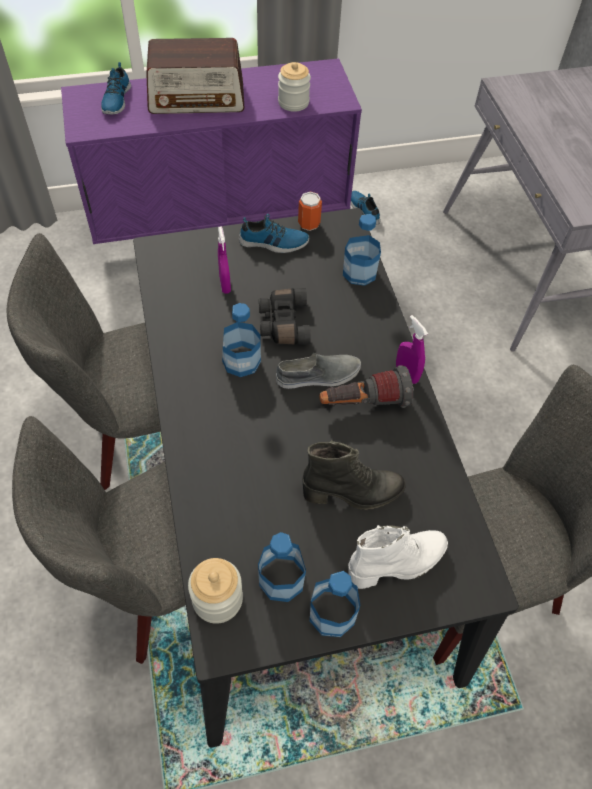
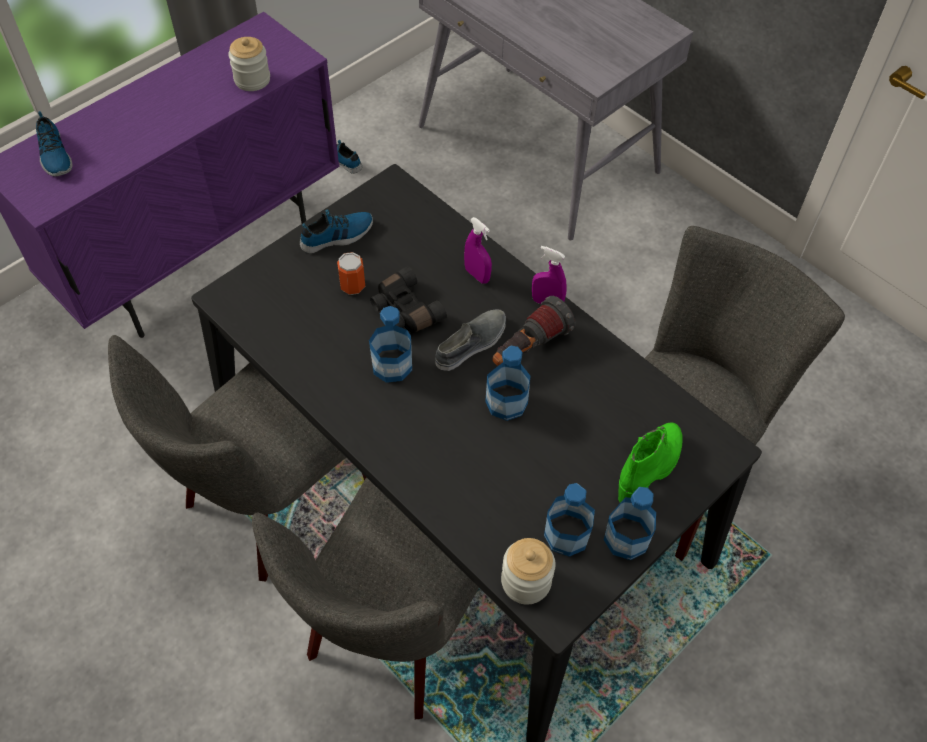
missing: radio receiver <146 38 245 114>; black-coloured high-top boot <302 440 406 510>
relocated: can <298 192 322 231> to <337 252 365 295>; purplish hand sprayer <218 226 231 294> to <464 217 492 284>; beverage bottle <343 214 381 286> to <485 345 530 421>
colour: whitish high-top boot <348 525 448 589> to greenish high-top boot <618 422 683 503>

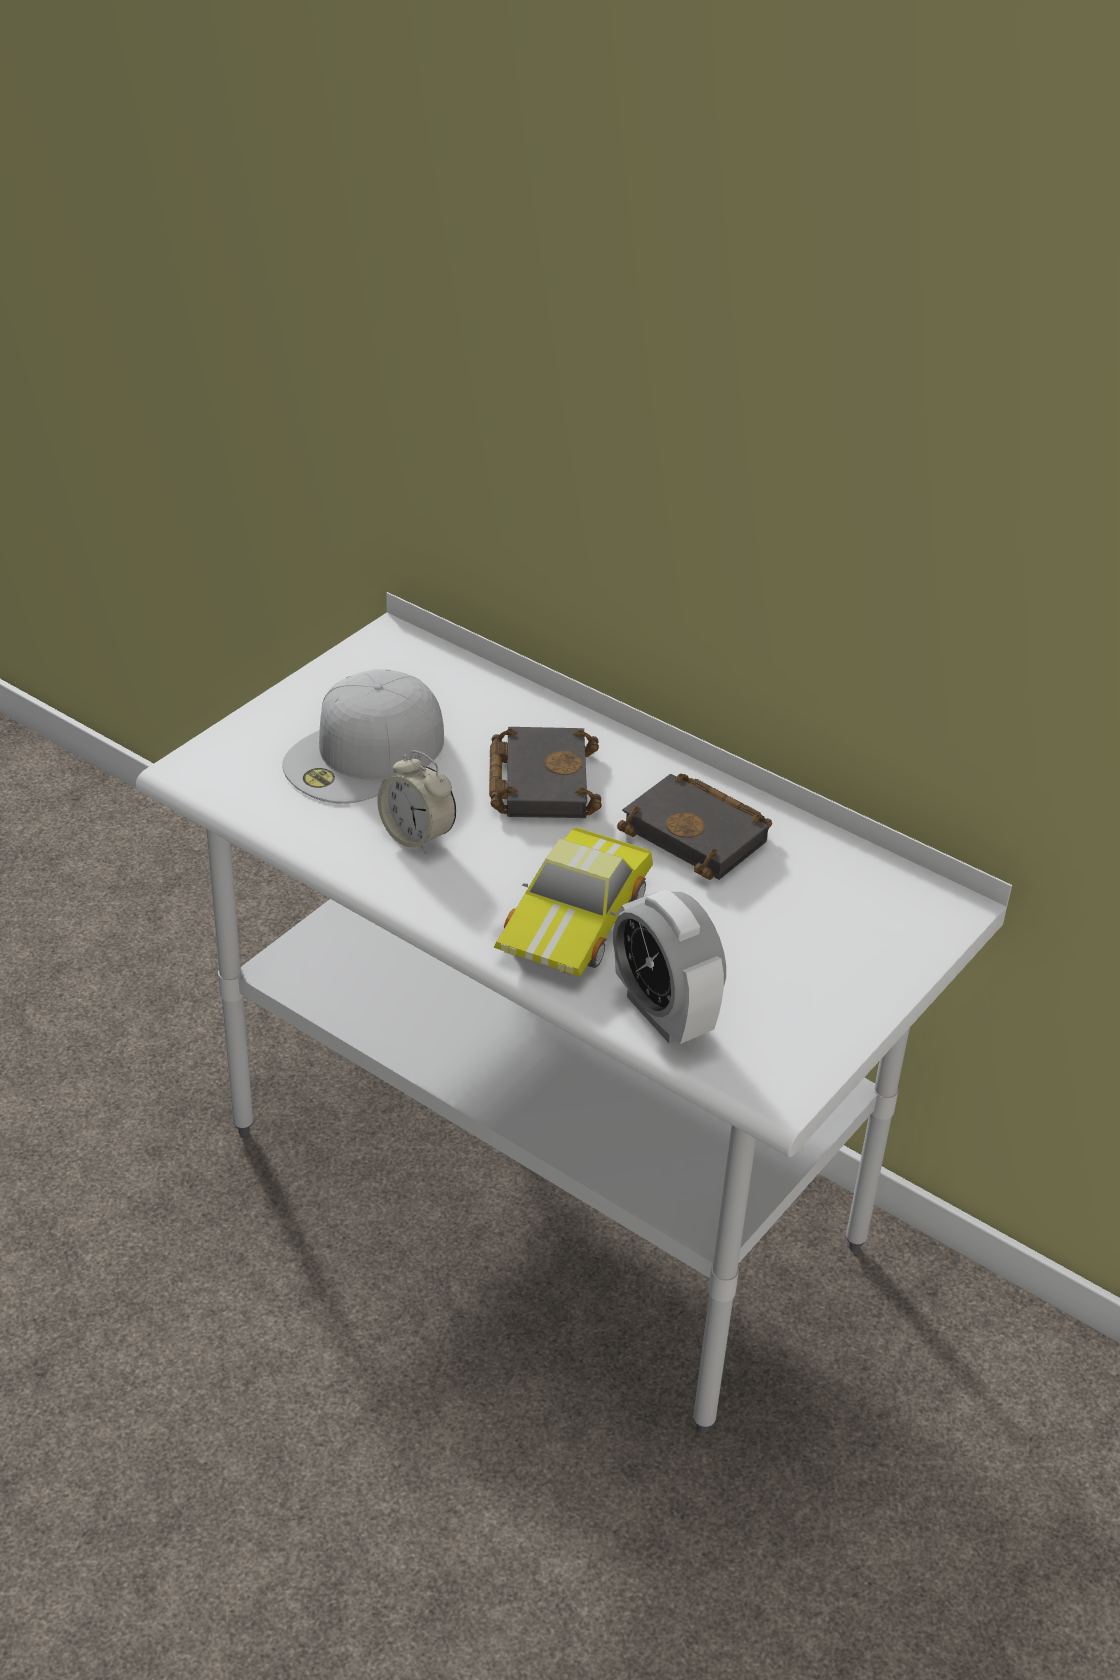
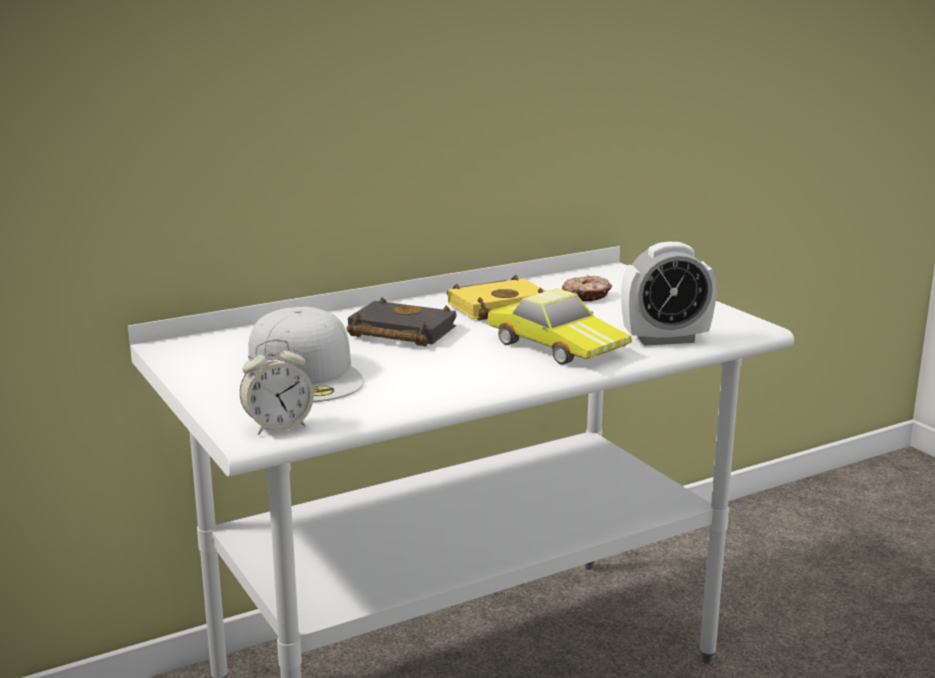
appeared: donut <562 275 612 301>
relocated: bedside clock <377 750 456 854> to <240 339 314 435>
colour: black-coloured volume <617 773 772 880> to yellowish volume <447 275 546 321>

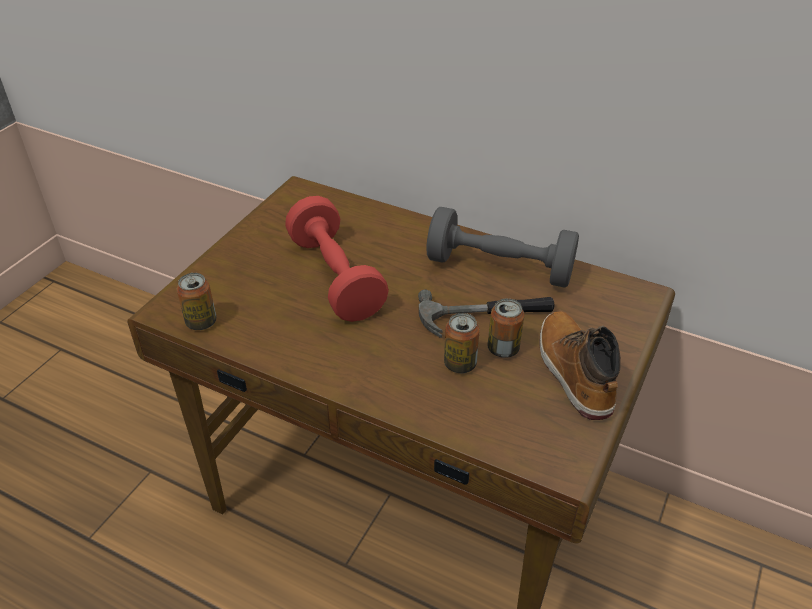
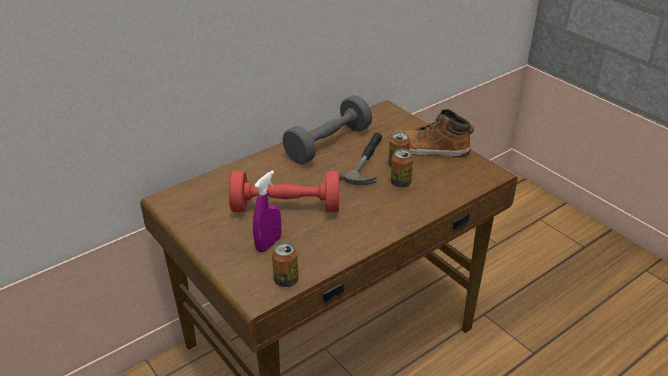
appeared: purplish hand sprayer <253 170 281 253>

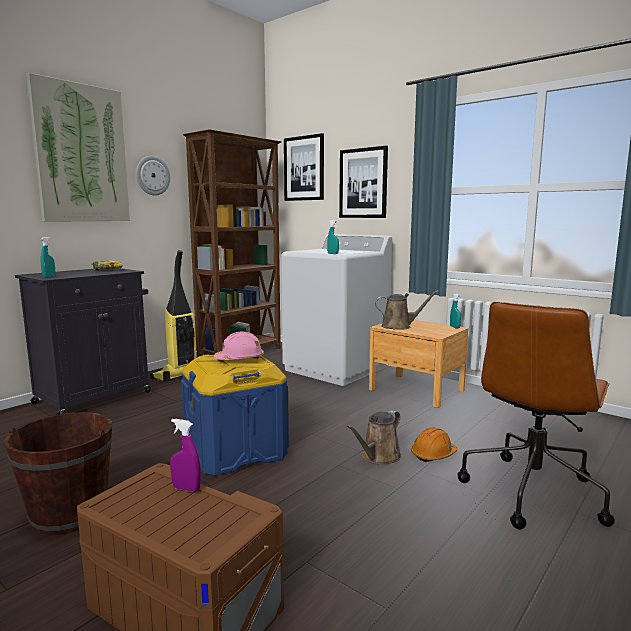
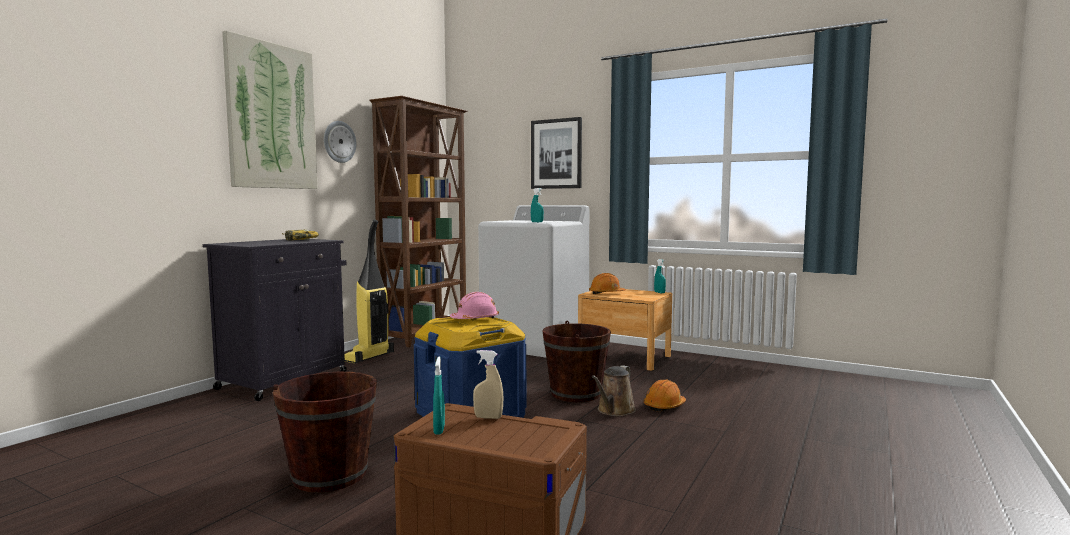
missing: picture <284 133 324 201>; brownish office chair <458 302 615 530>
appeared: brownish water bucket <543 321 611 402>
relocated: blue-green hand sprayer <41 237 55 278> to <433 356 445 435>
exchanged: brownish watering can <375 290 439 330> to orangey work helmet <589 273 626 294>
colour: purplish hand sprayer <170 419 201 492> to sand-coloured hand sprayer <473 350 503 419>

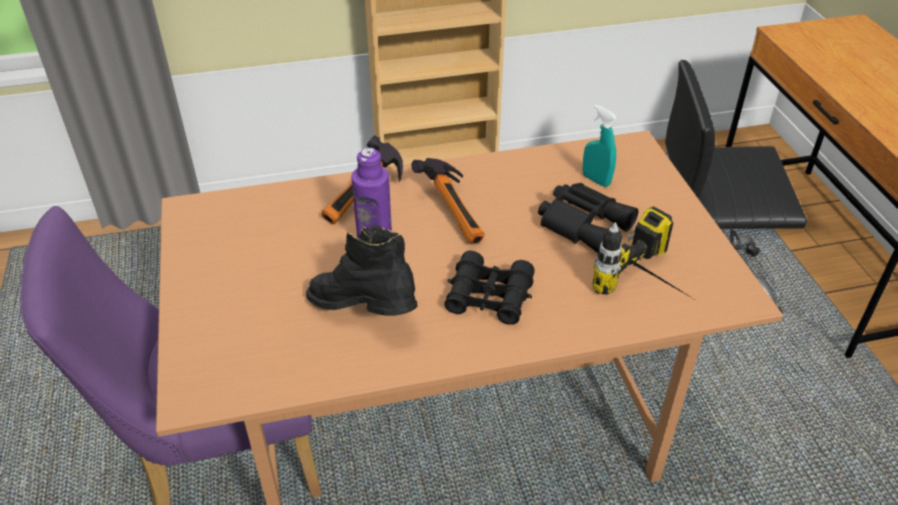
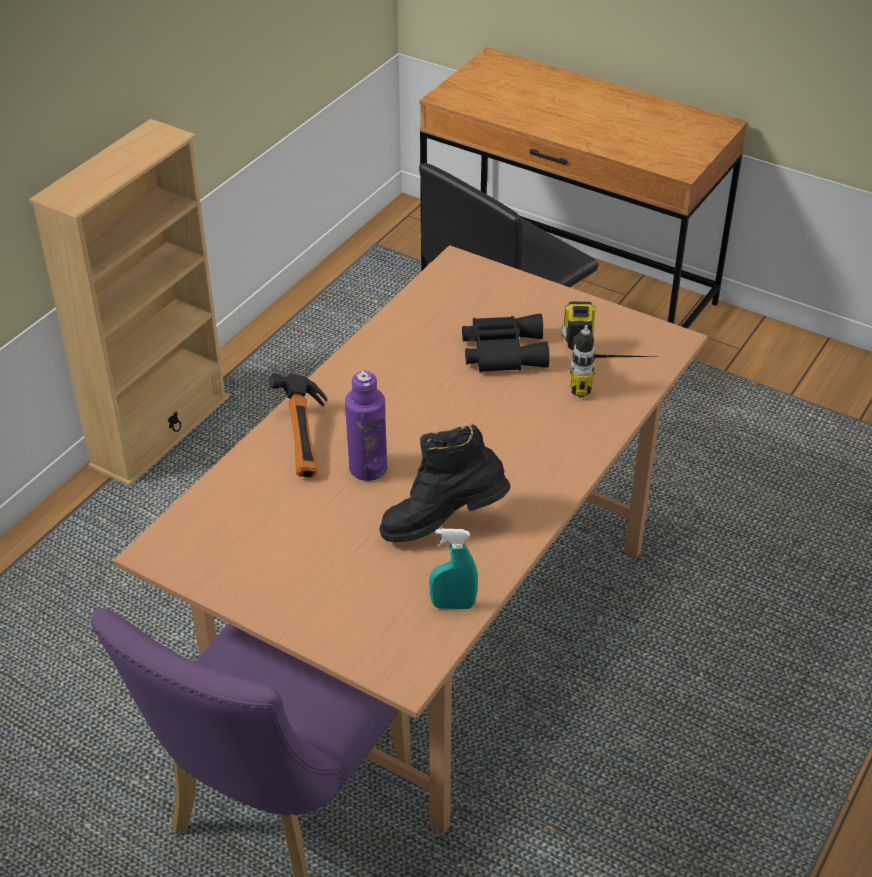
missing: hand hammer <411 158 485 243>; black-coloured binoculars <444 251 534 325>
relocated: blue-green hand sprayer <583 105 617 187> to <429 529 478 609>

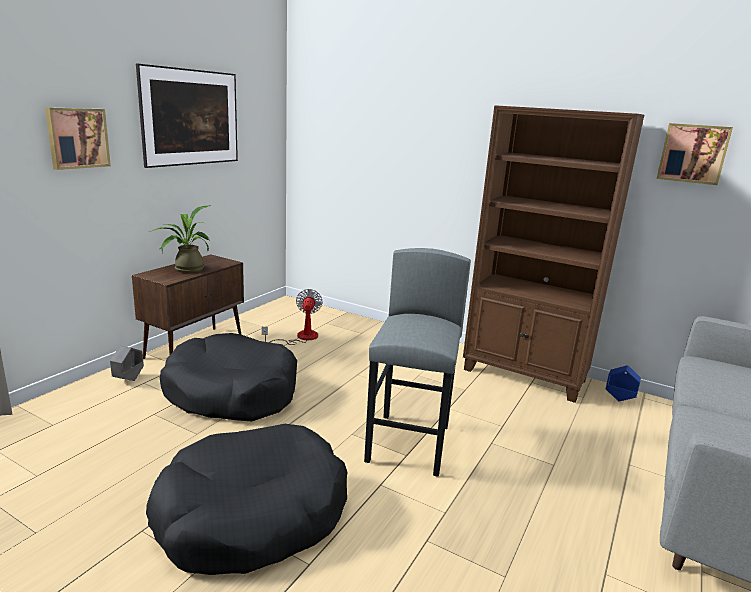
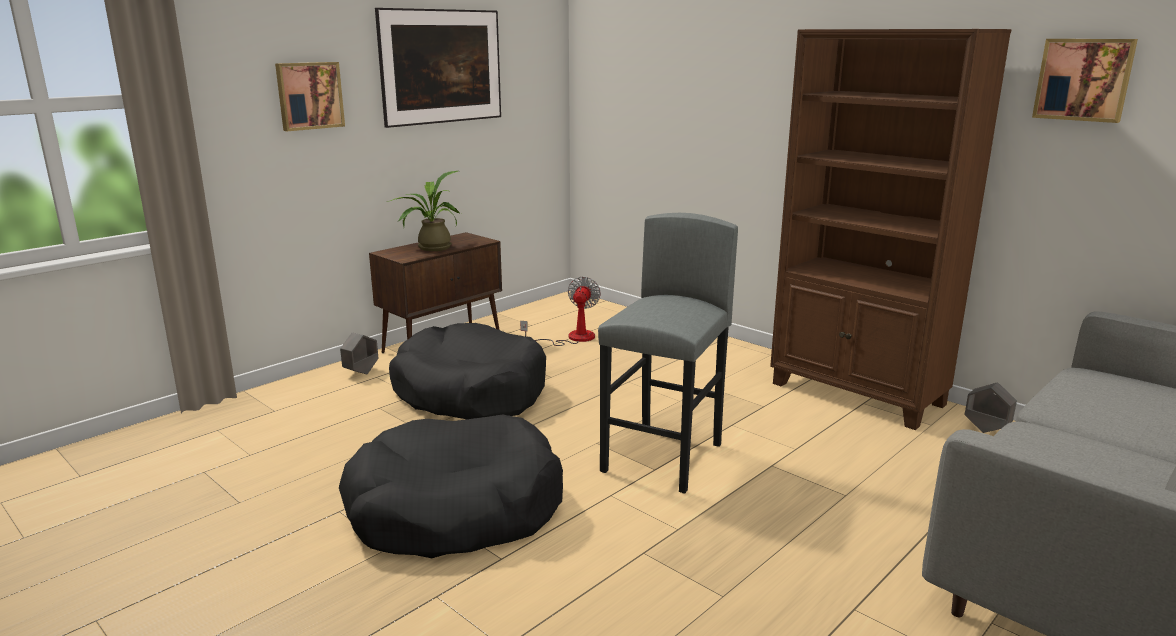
colour: blue plant pot <606 365 641 401> to greyish plant pot <965 382 1017 433>

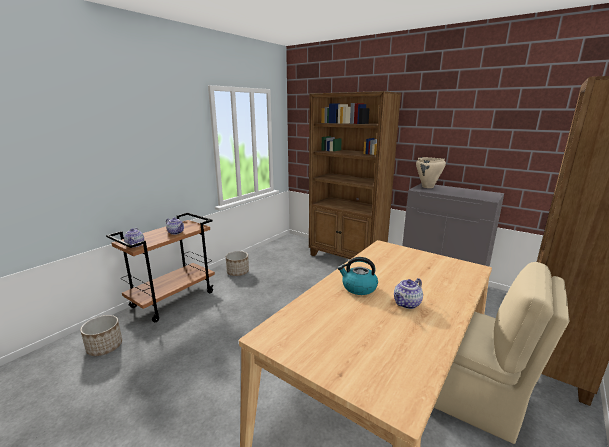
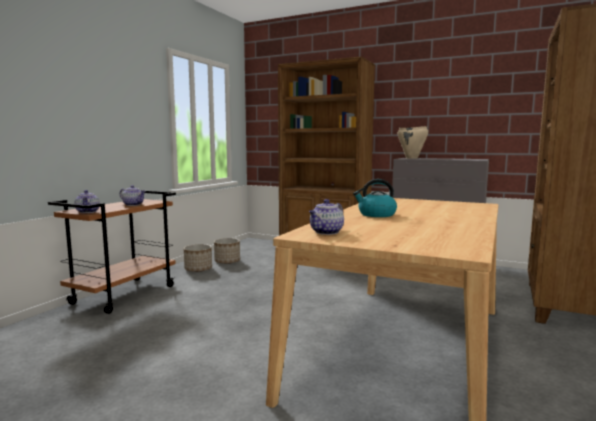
missing: sand-coloured upright chair <434 262 570 444>
relocated: plant pot <80 315 122 356> to <214 238 240 264>; tea pot <394 278 423 309> to <309 199 344 235>

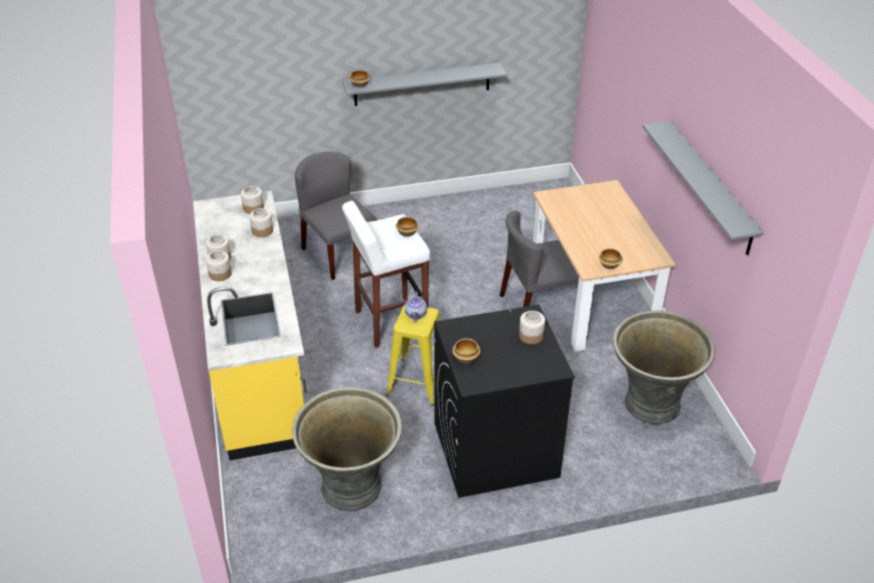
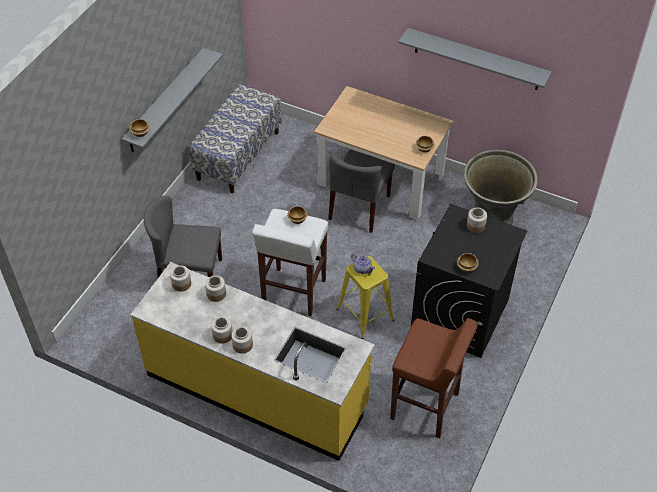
appeared: bench <188 84 282 193>
exchanged: greyish plant pot <292 387 402 511> to brownish sitting stool <390 318 478 438>

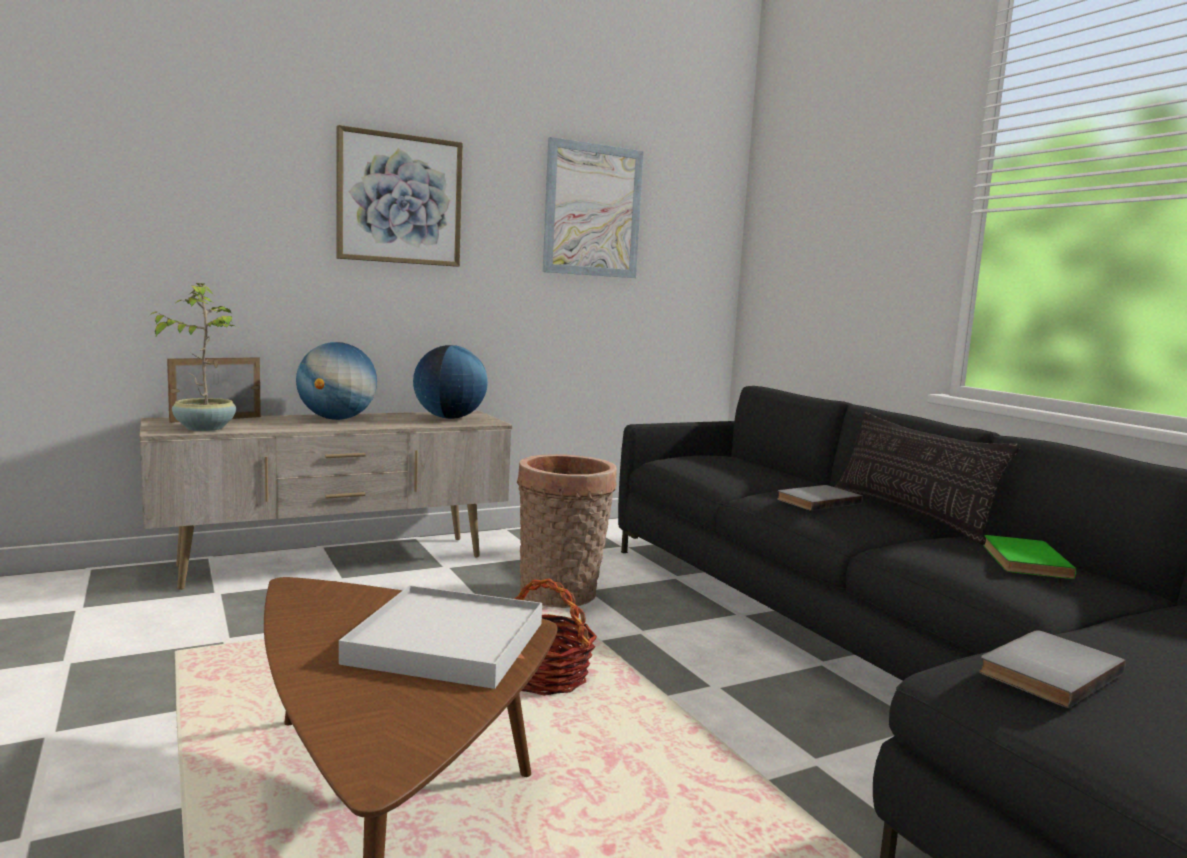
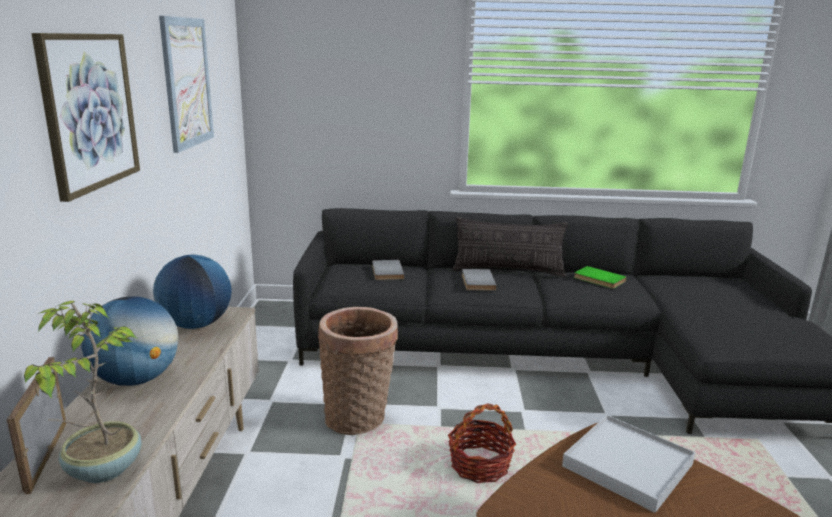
relocated: greyish volume <979 630 1126 708> to <372 260 404 280>

